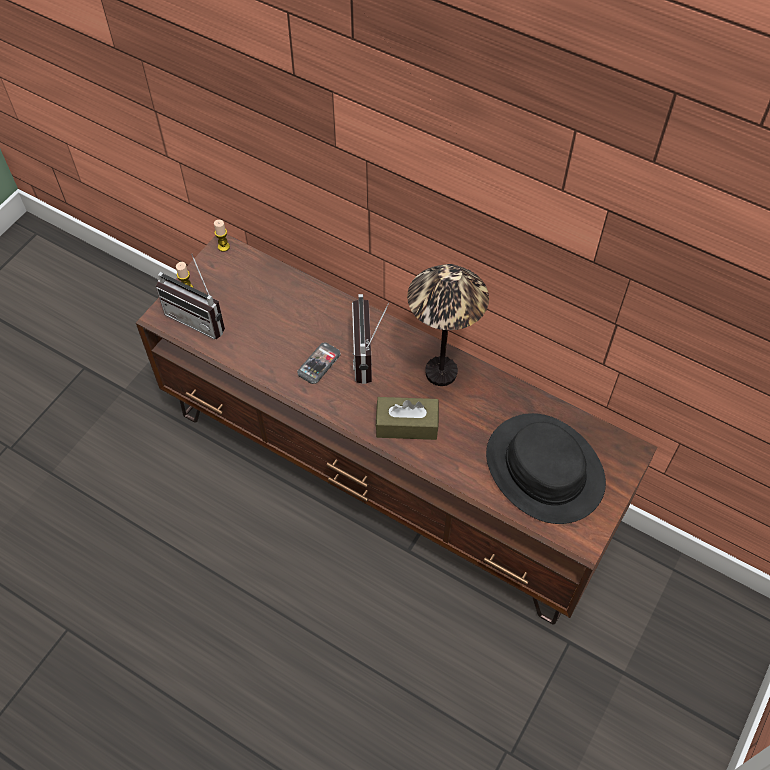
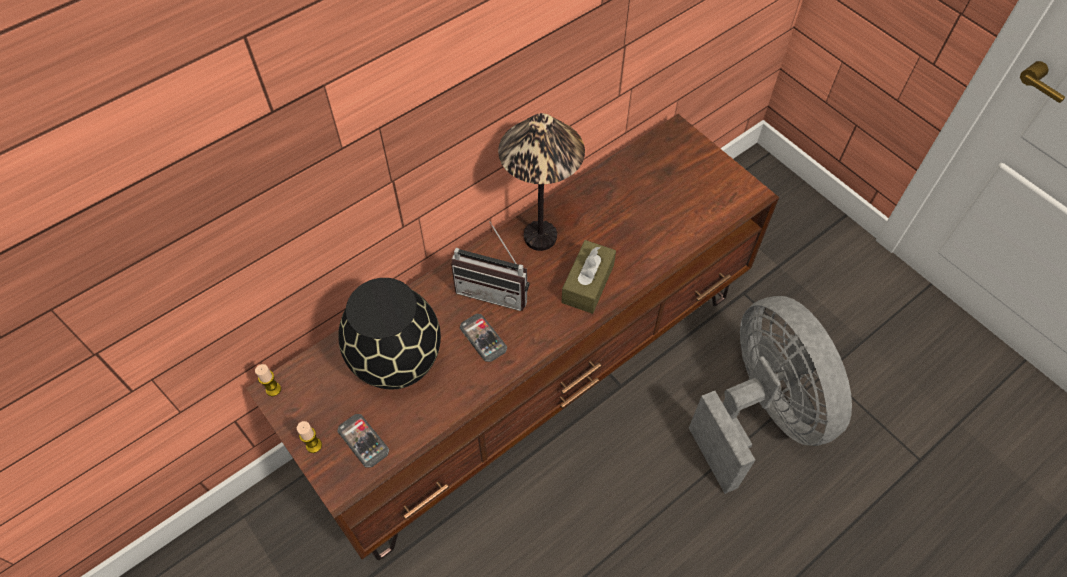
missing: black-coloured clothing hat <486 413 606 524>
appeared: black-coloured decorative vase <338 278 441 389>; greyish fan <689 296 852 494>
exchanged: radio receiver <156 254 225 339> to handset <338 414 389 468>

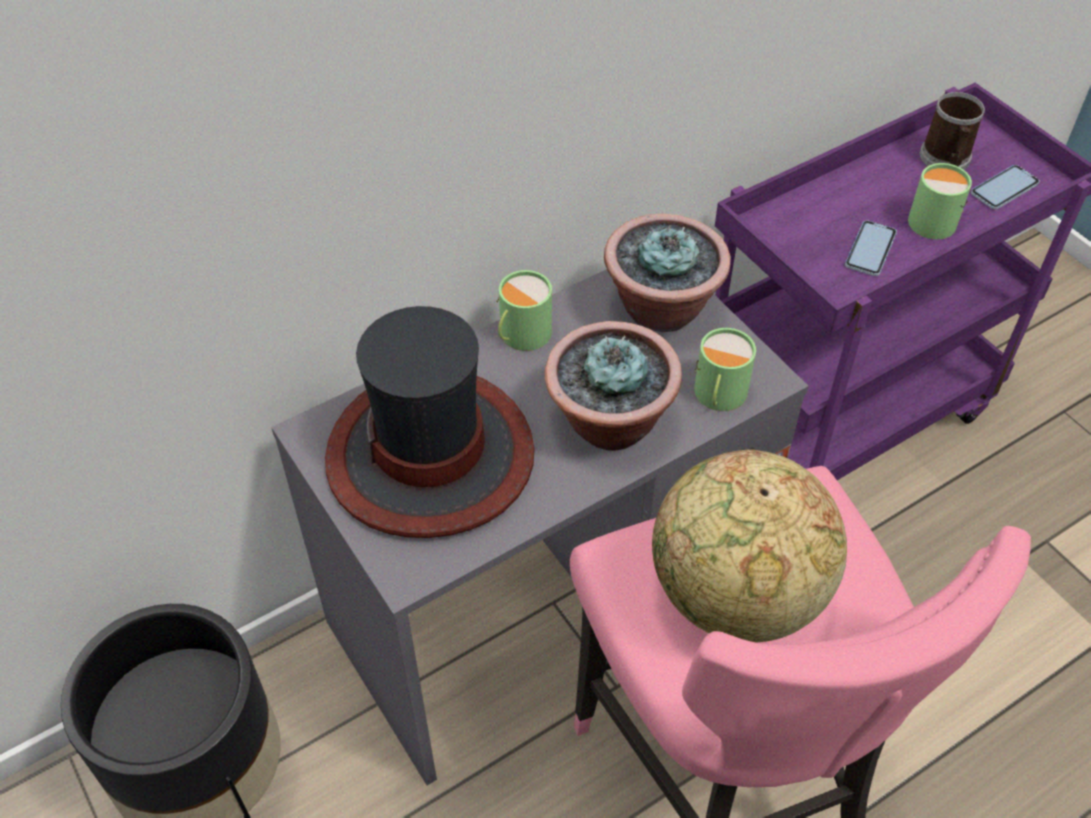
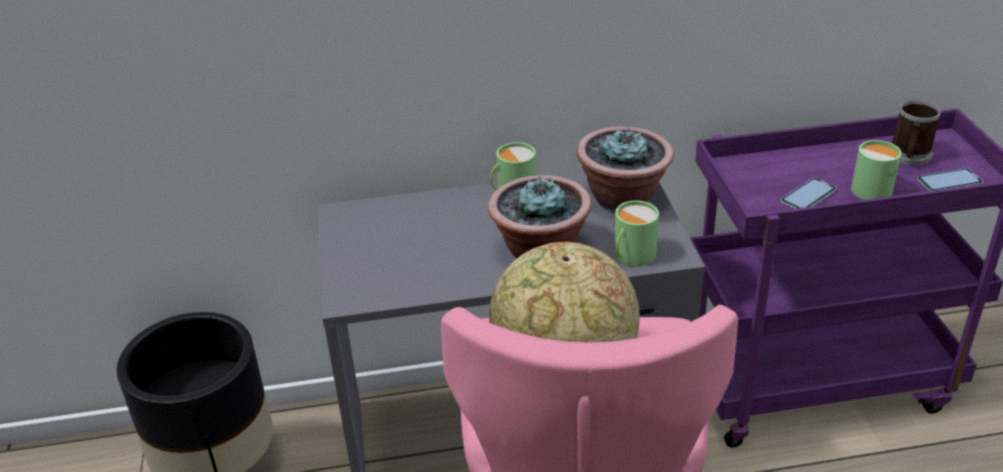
missing: clothing hat <325 306 534 538>

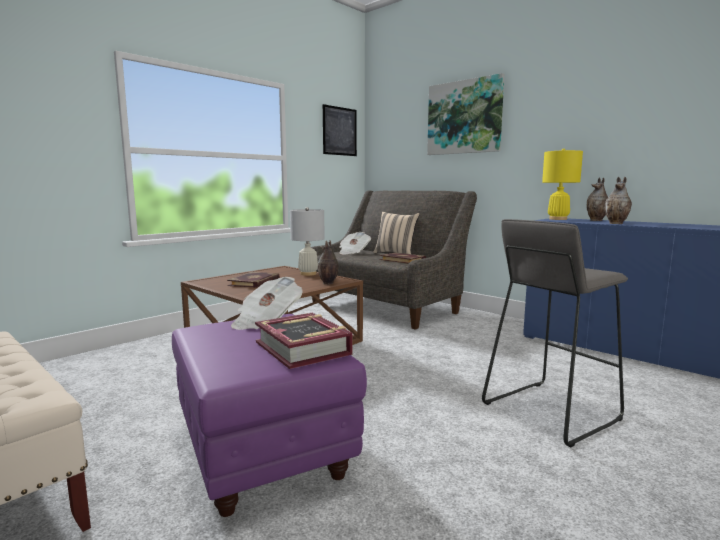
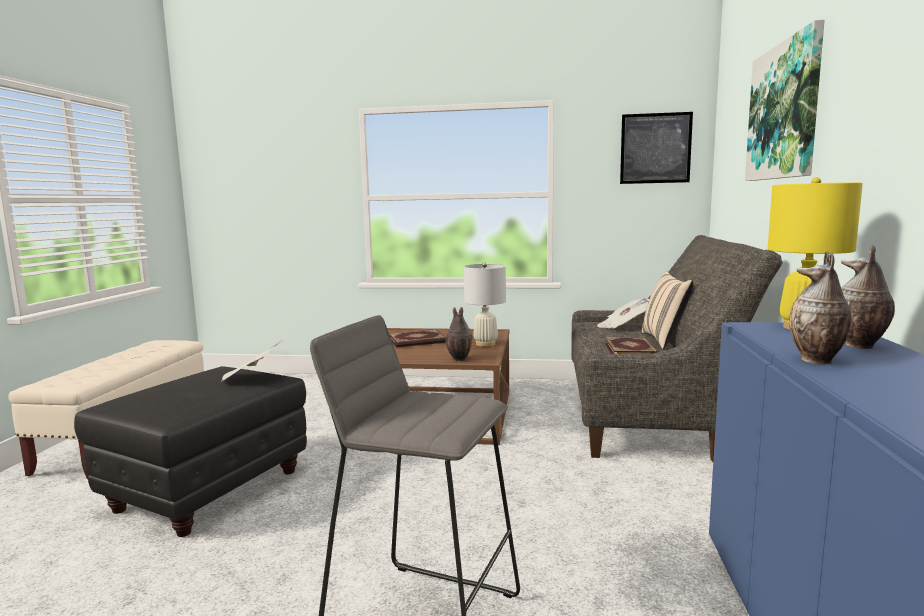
missing: volume <255 313 353 369>
colour: purplish footrest <172 314 367 517> to black-coloured footrest <74 366 307 537>

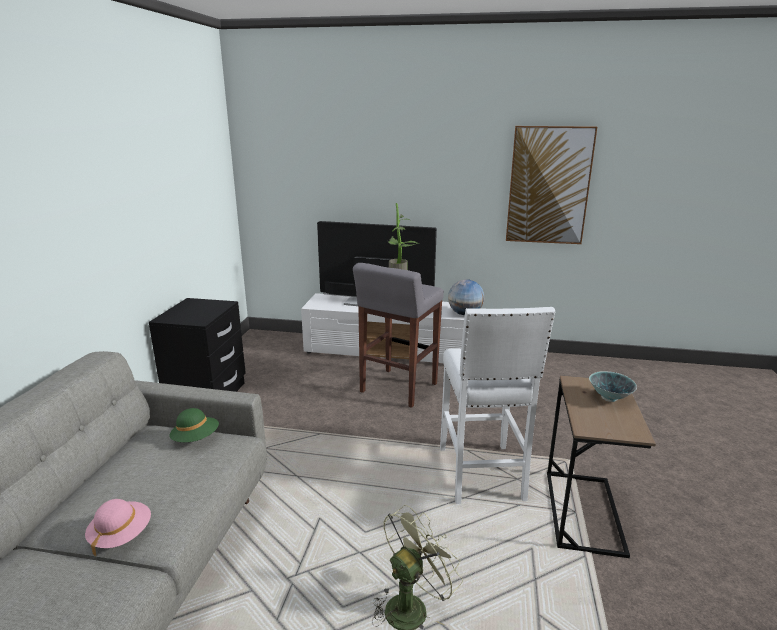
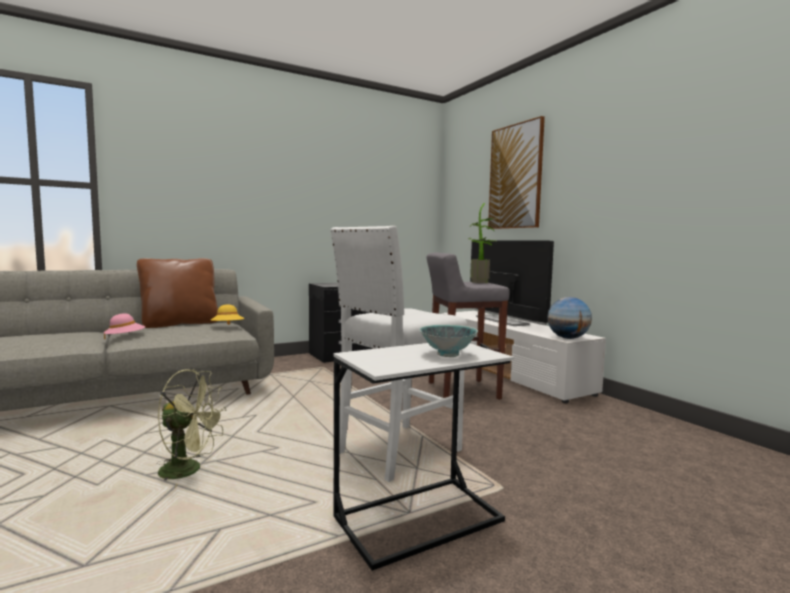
appeared: brownish pillow <137 258 218 328>
relocated: picture <506 126 597 244> to <488 116 545 229>
colour: greenish clothing hat <169 408 219 442> to yellowish clothing hat <211 305 245 325>; brownish accent table <547 375 656 558> to whitish accent table <333 343 514 571>

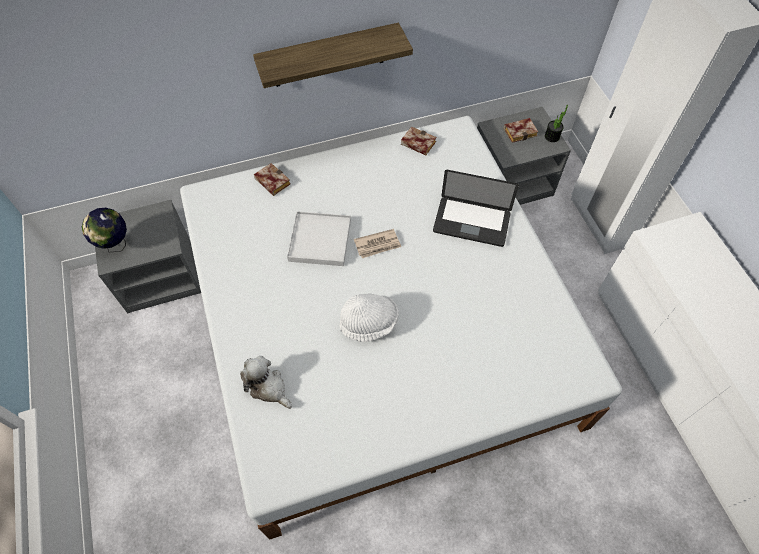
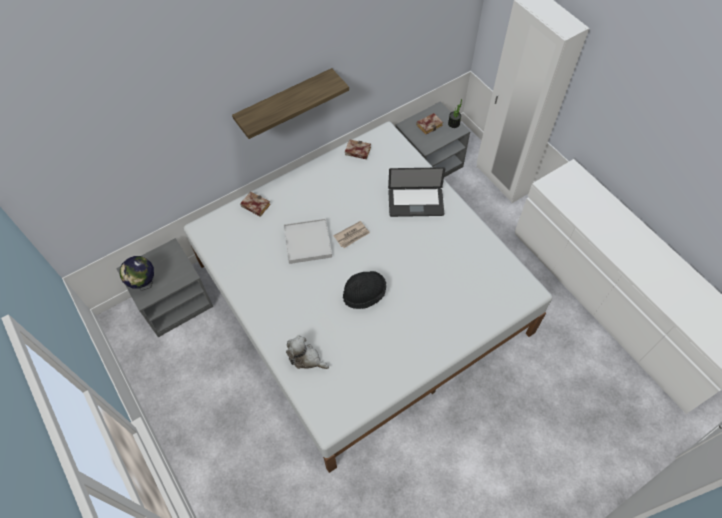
colour: whitish clothing hat <339 294 399 342> to black-coloured clothing hat <343 271 386 309>

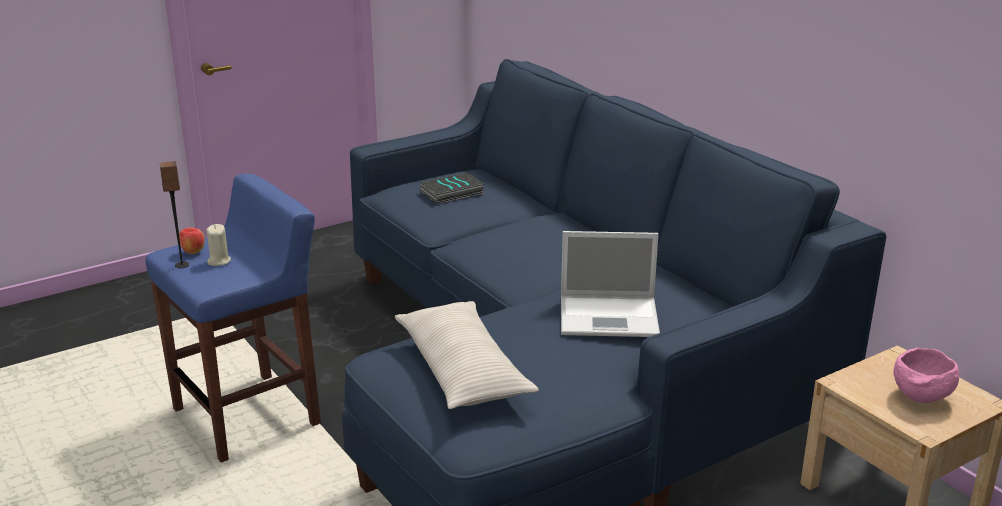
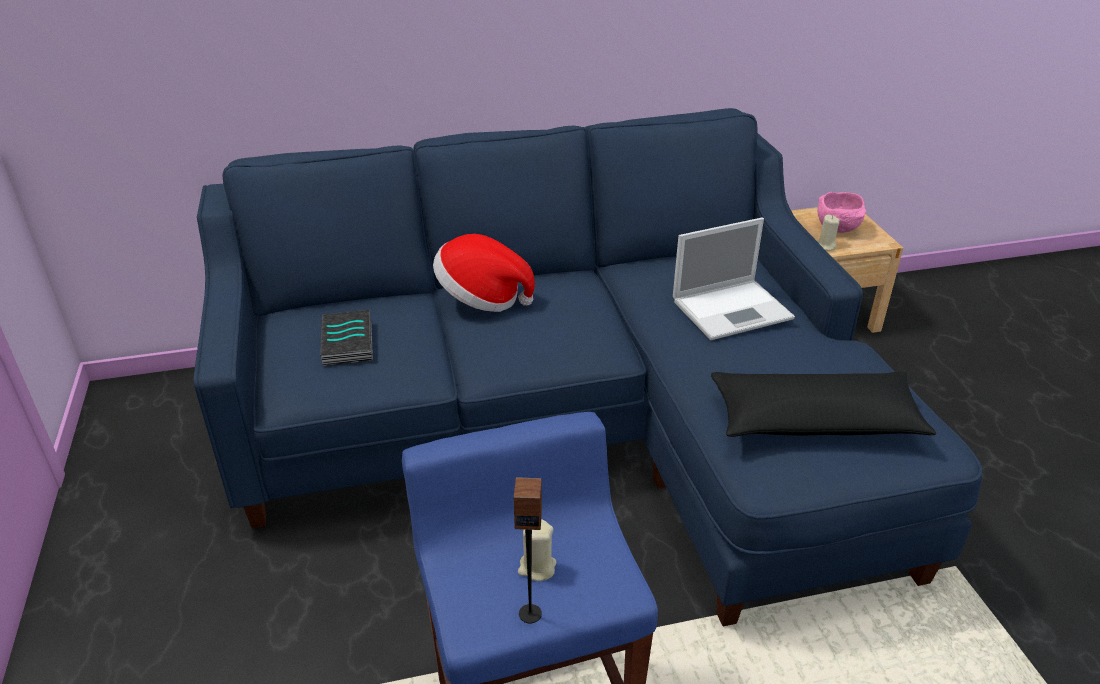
missing: apple <179 228 205 254>
appeared: clothing hat <433 234 535 312>; sand-coloured wax candle <817 215 840 251>
colour: sand-coloured pillow <395 301 539 409> to black-coloured pillow <711 371 937 437>
spun: laptop <561 231 660 337> = <673 218 795 340> 45 degrees clockwise

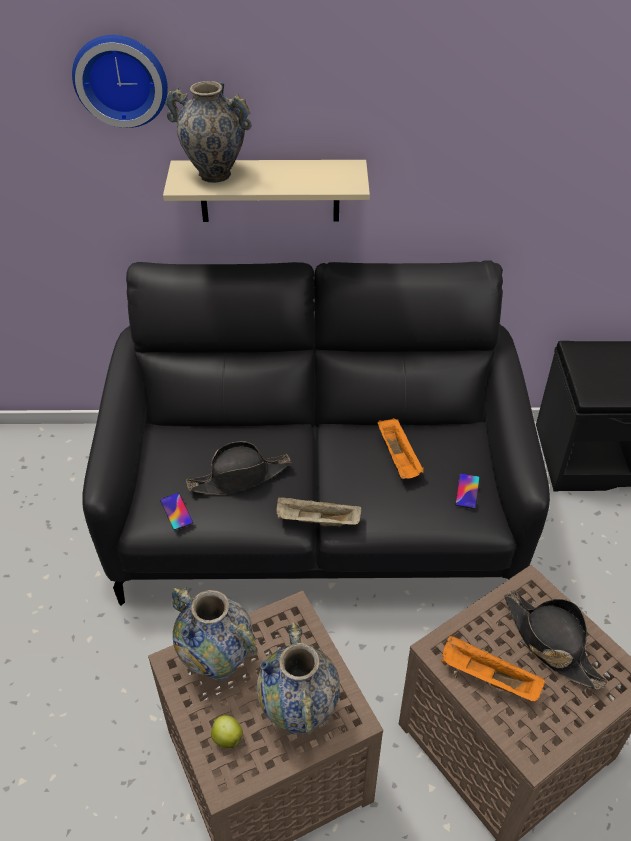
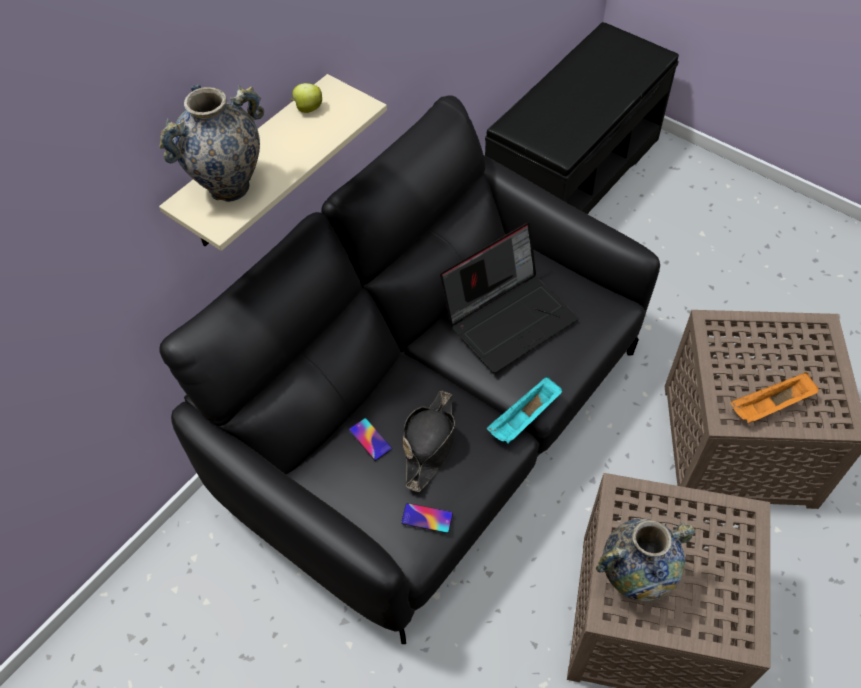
missing: clock on the wall <72 35 168 128>; decorative vase <257 622 340 735>; black-coloured clothing hat <504 590 608 689>
relocated: apple <211 715 243 748> to <290 83 322 113>; handset <455 473 480 509> to <349 418 392 461>
exchanged: orangey tray <378 418 424 479> to laptop <440 223 579 373>
colour: sand-coloured tray <277 497 361 526> to blue-green tray <487 377 562 444>

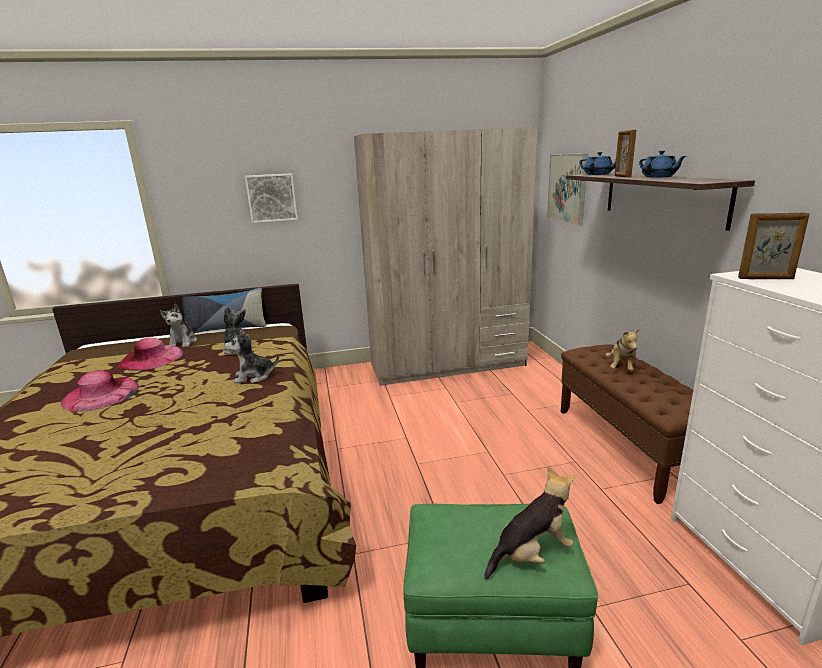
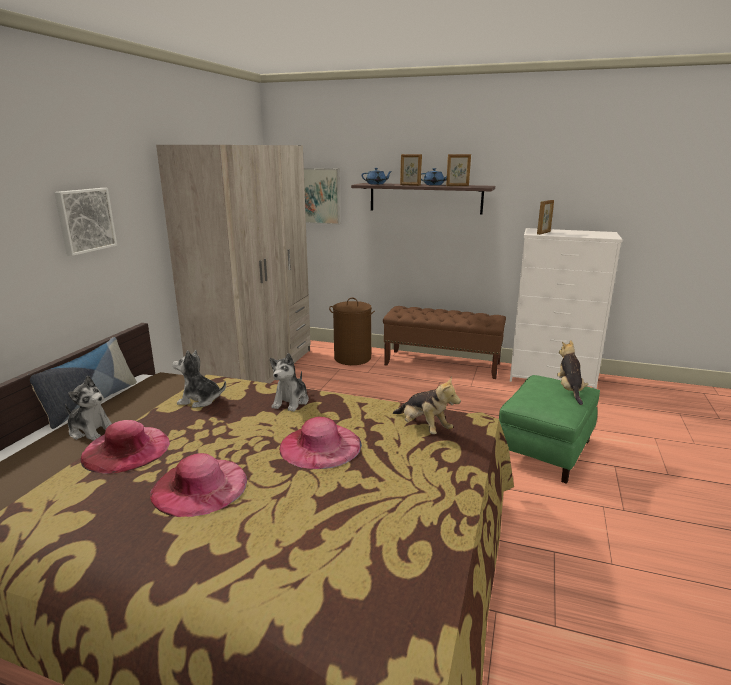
appeared: pink-coloured clothing hat <279 417 362 469>; brownish washing basket <329 298 375 365>; standing frame <446 154 471 186>
relocated: cuddly toy <606 328 640 371> to <393 376 461 434>

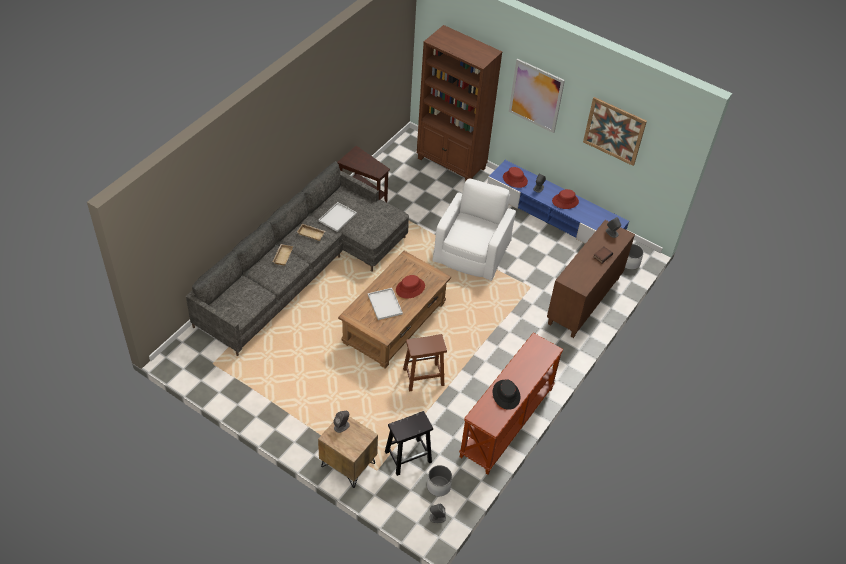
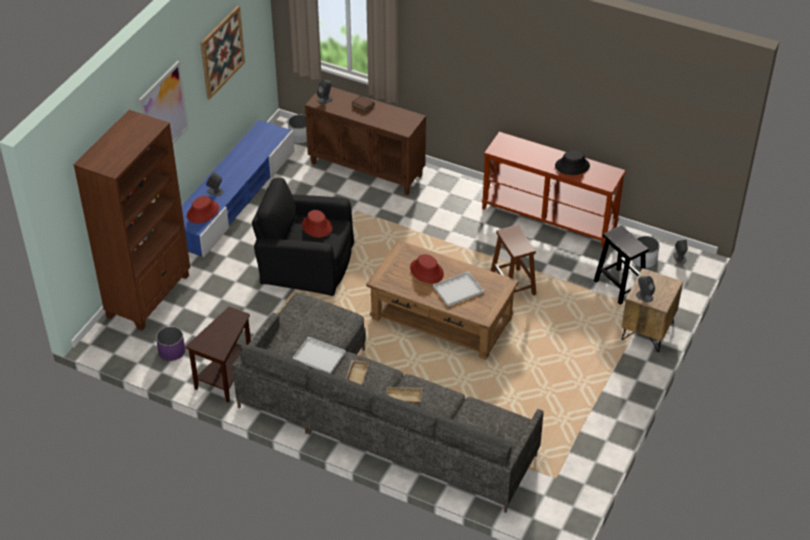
appeared: purplish plant pot <156 326 185 361>
relocated: red-coloured clothing hat <552 189 579 209> to <302 210 332 238>
colour: whitish armchair <433 179 516 281> to black-coloured armchair <252 178 354 296>

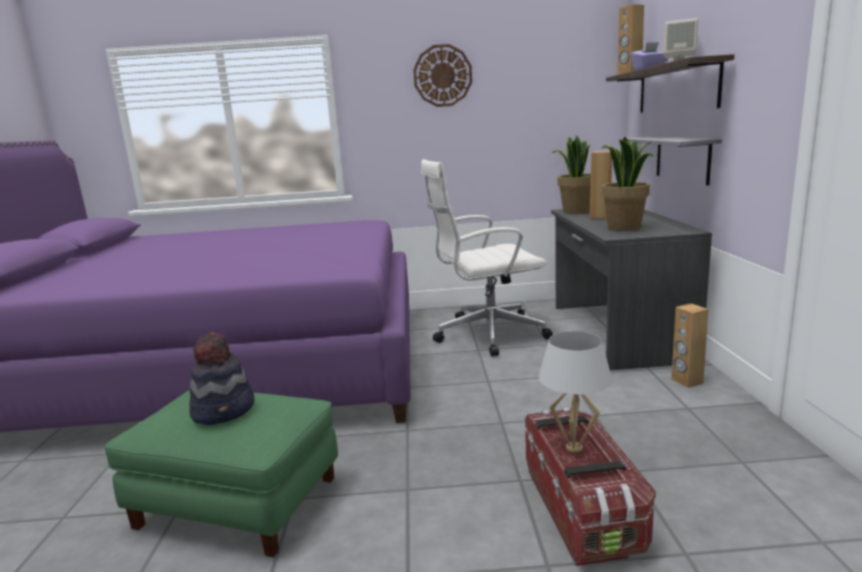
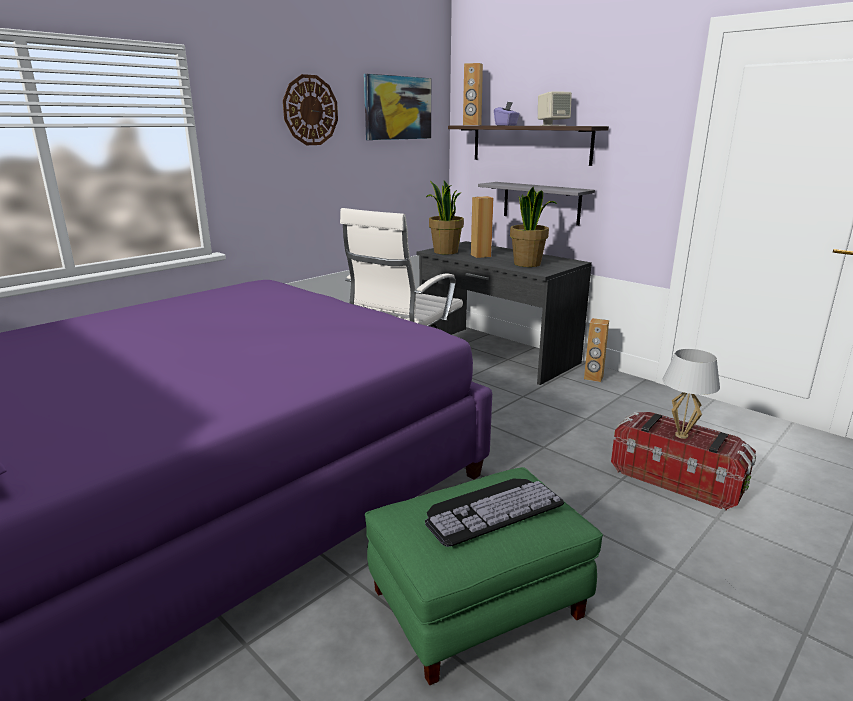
appeared: picture <364 74 431 140>
exchanged: clothing hat <189 332 255 425> to computer keyboard <425 478 564 547>

